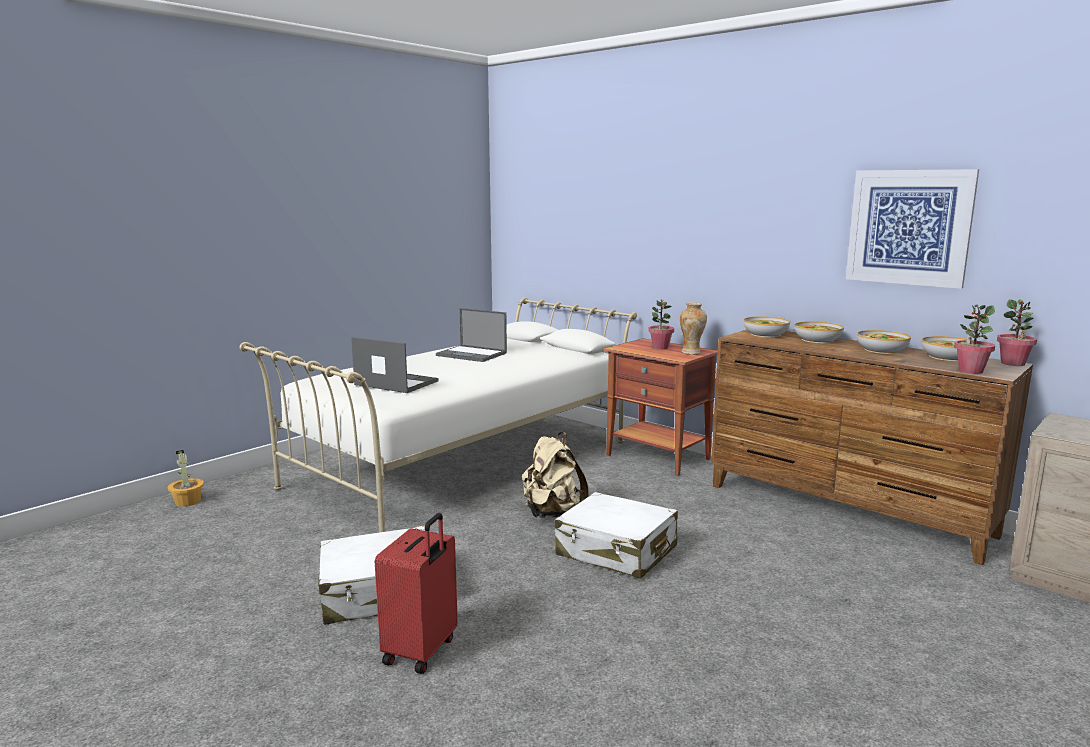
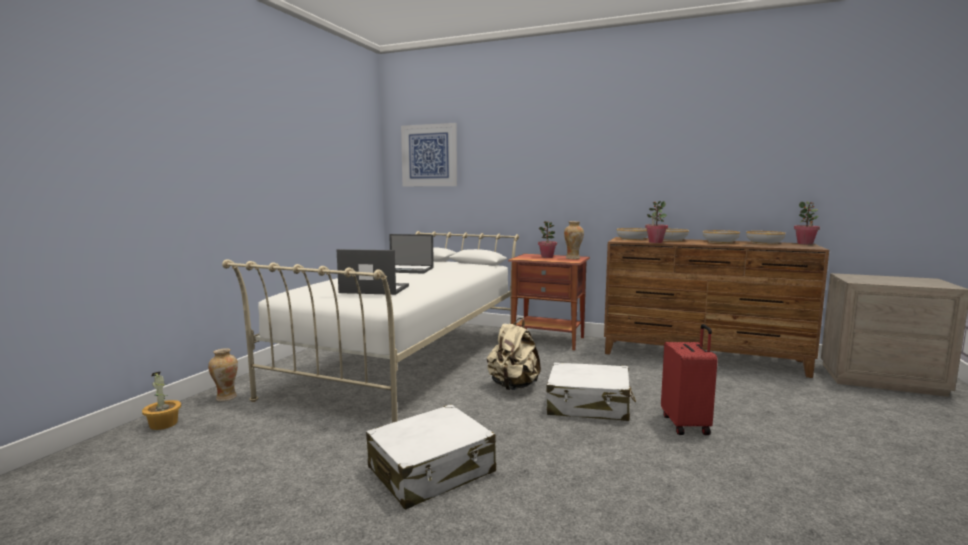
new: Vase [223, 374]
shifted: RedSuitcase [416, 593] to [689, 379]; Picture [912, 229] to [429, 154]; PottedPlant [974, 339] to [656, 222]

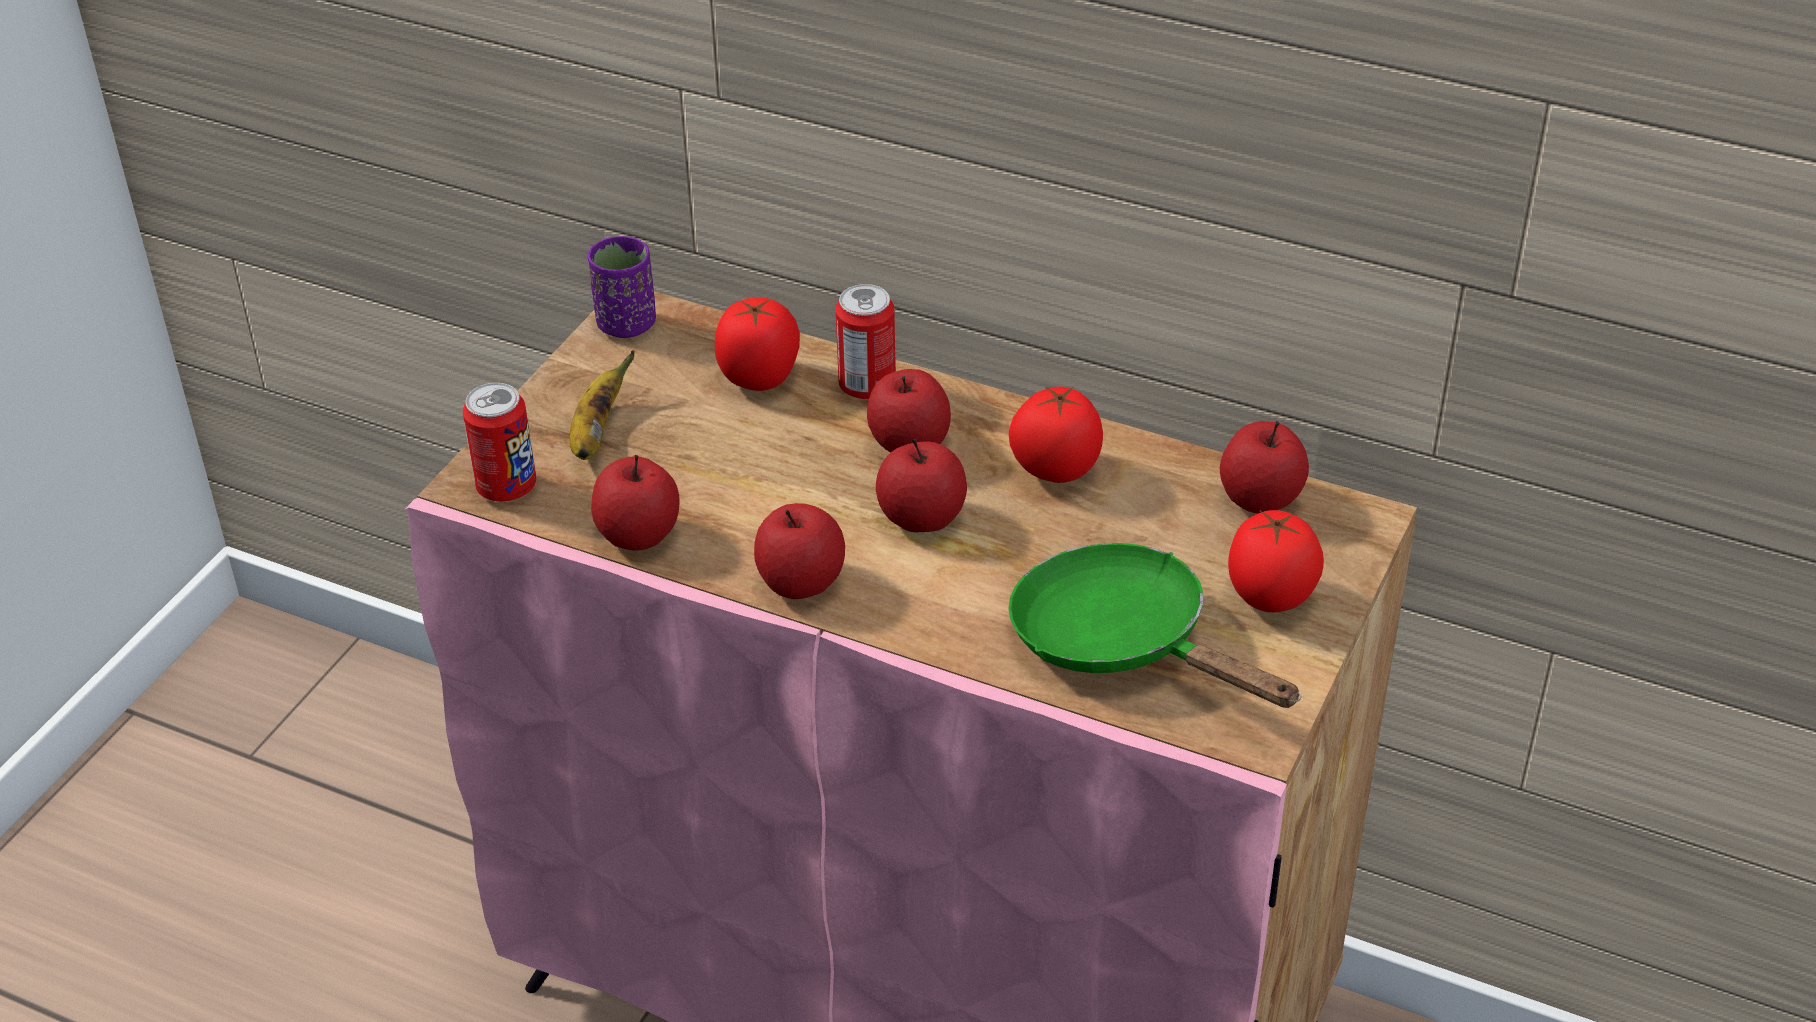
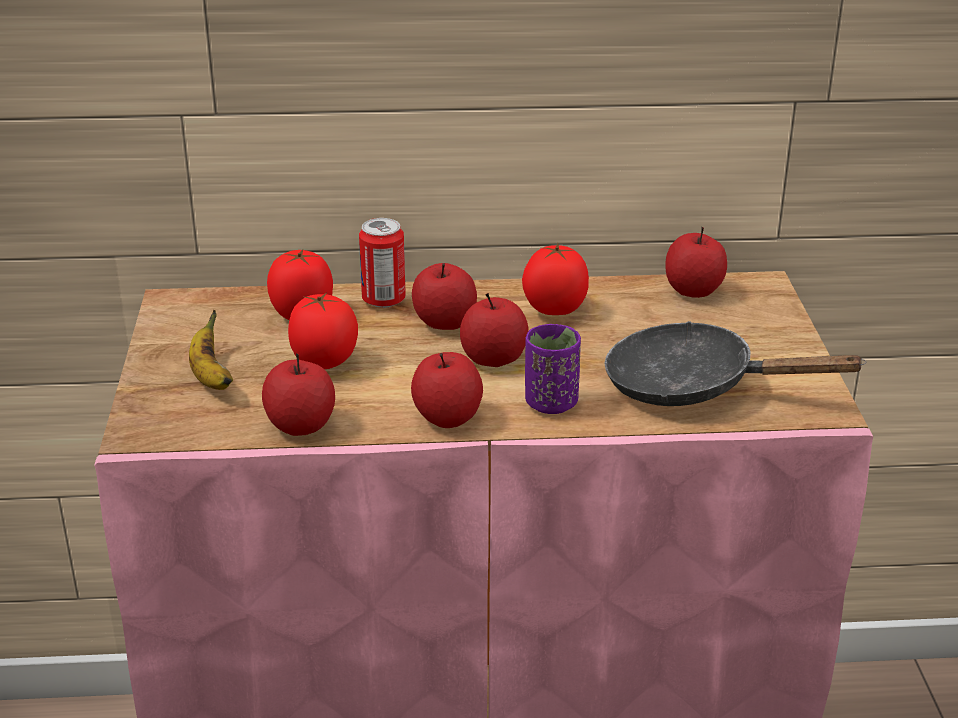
gone: Can [499, 442]
shifted: PurpleCup [622, 287] to [553, 369]; Tomato [1276, 561] to [323, 331]
repainted: GreenFryingPan [1154, 625] to BlackFryingPan [735, 363]

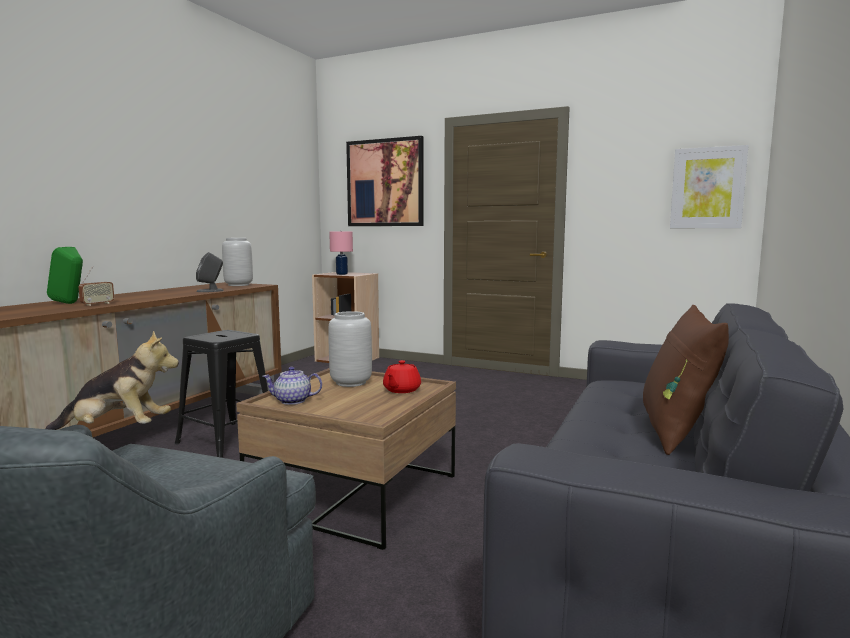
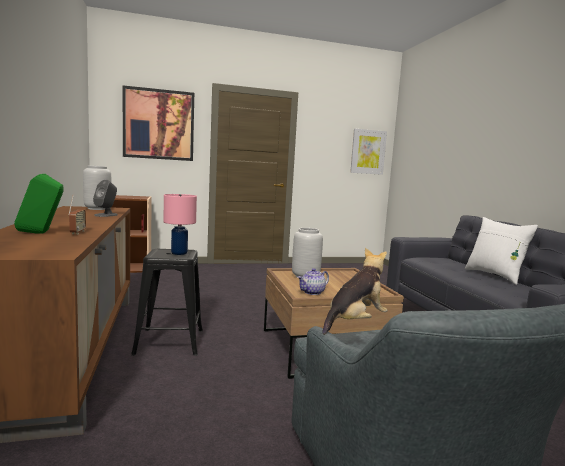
gone: RedTeapot [402, 376]
shifted: PinkTableLamp [341, 253] to [180, 224]
repainted: BrownPillow [686, 380] to WhitePillow [501, 251]

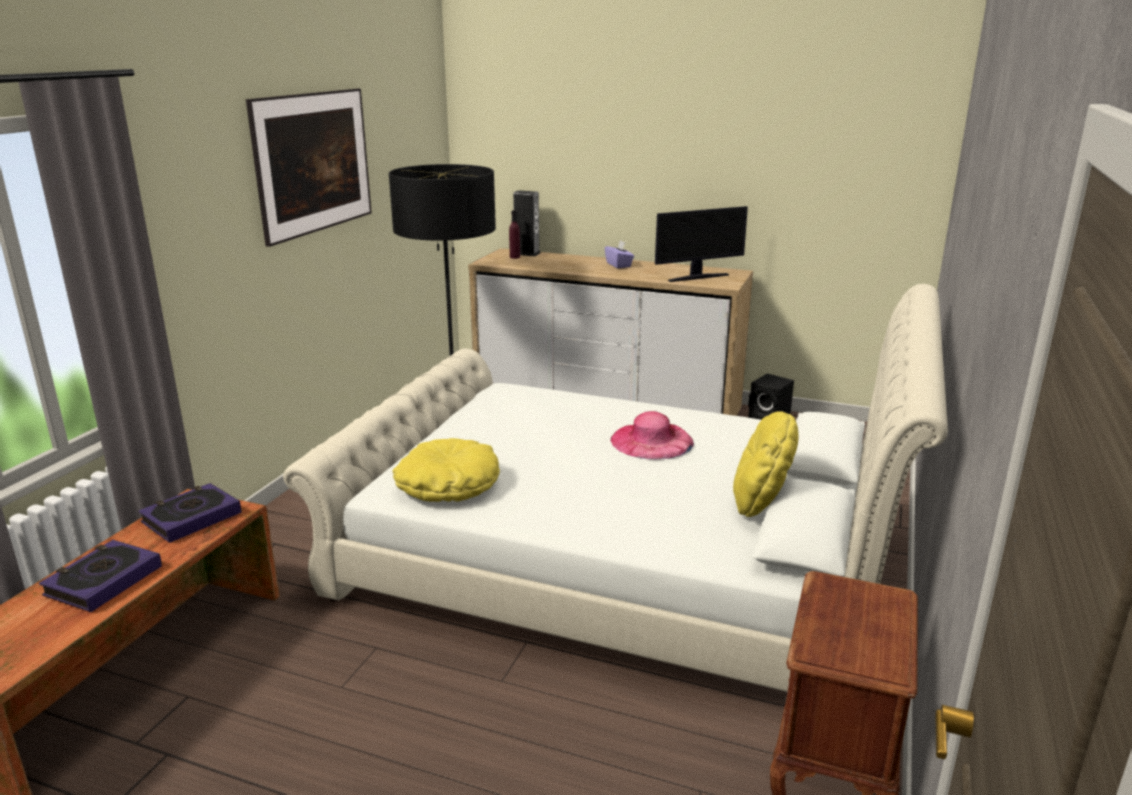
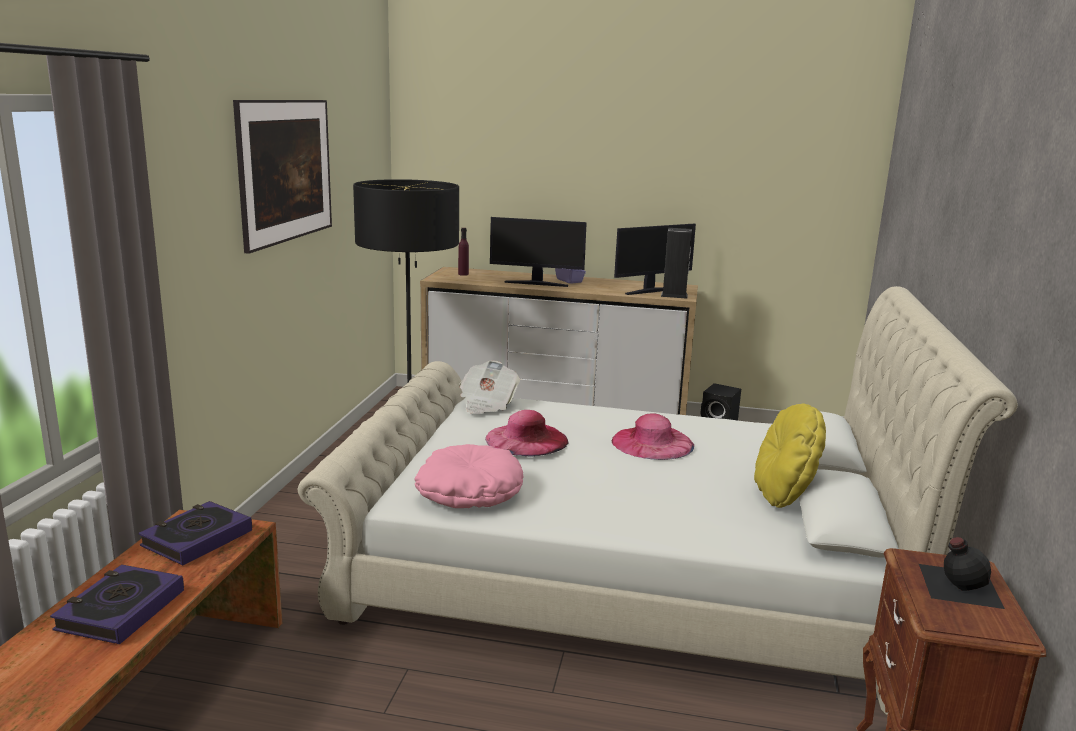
new: Newspaper [489, 387]; PinkHat [526, 433]; Monitor [538, 252]; BlackBottle [962, 573]
shifted: Speaker [527, 223] to [676, 263]
repainted: YellowPillow [446, 470] to PinkPillow [469, 476]

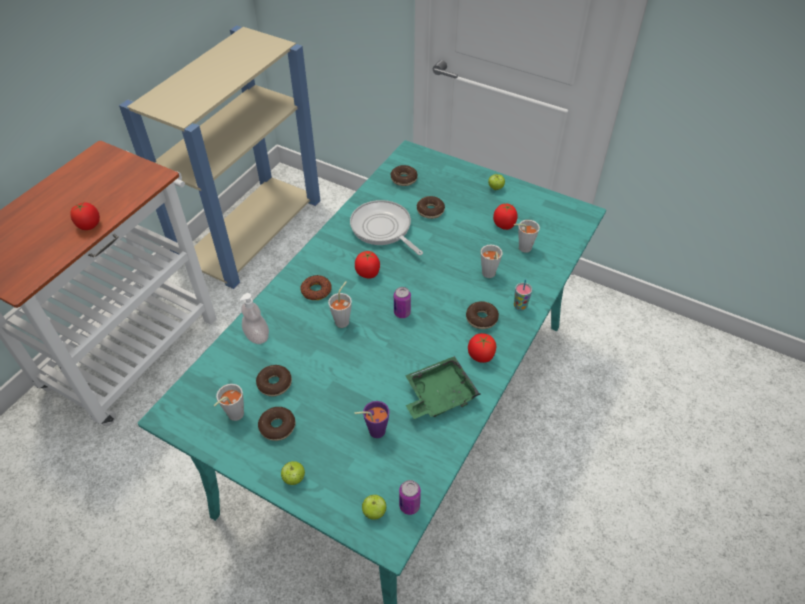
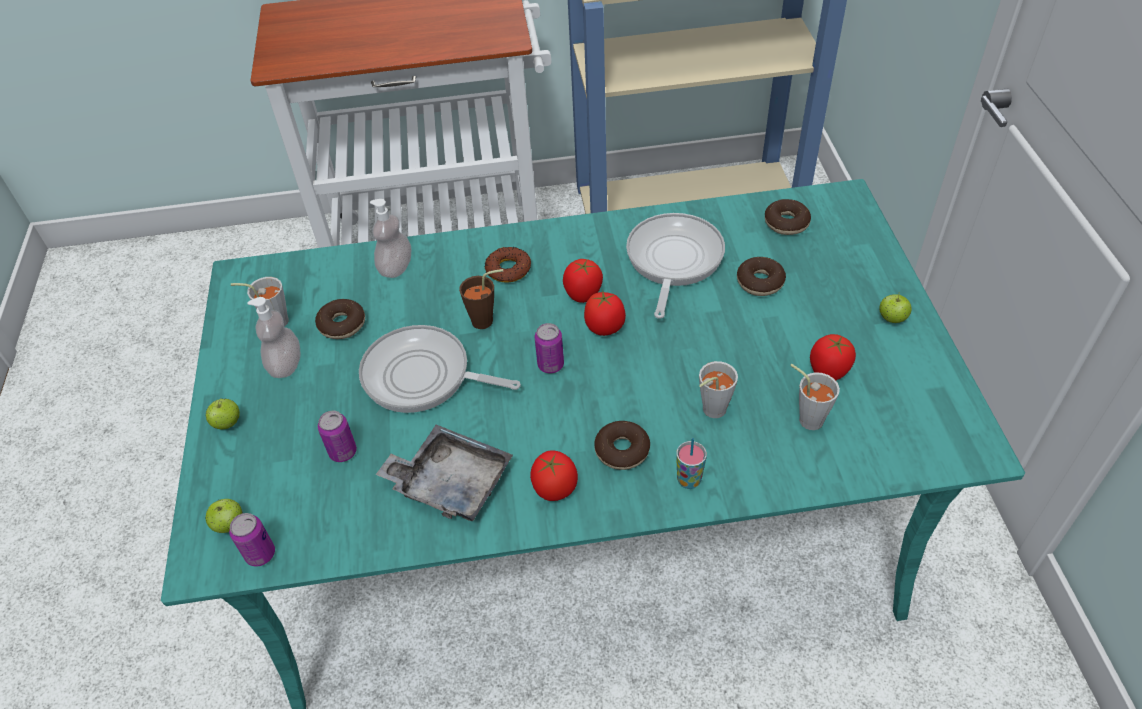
new: FryingPan [440, 369]
shifted: Tomato [85, 216] to [605, 313]
swapped: Donut [277, 424] to SoapDispenser [274, 337]; PurpleCup [372, 419] to Can [337, 436]
repainted: GreyCup [340, 305] to BrownCup [481, 299]; GreenTray [443, 387] to GreyTray [444, 473]

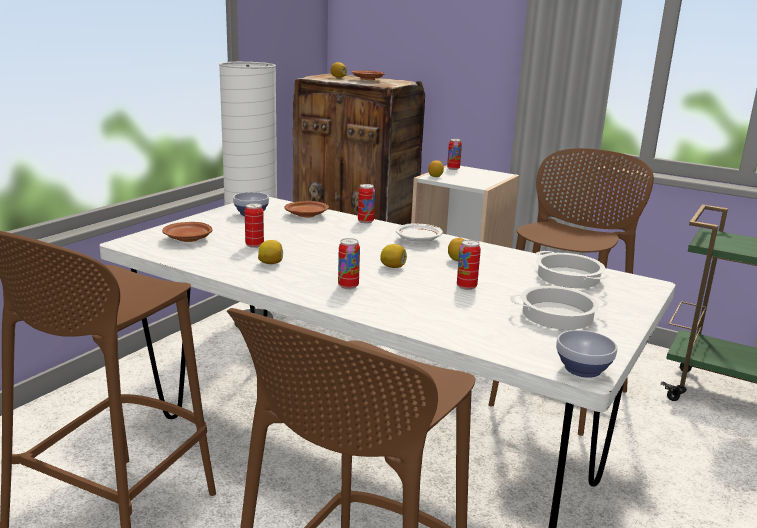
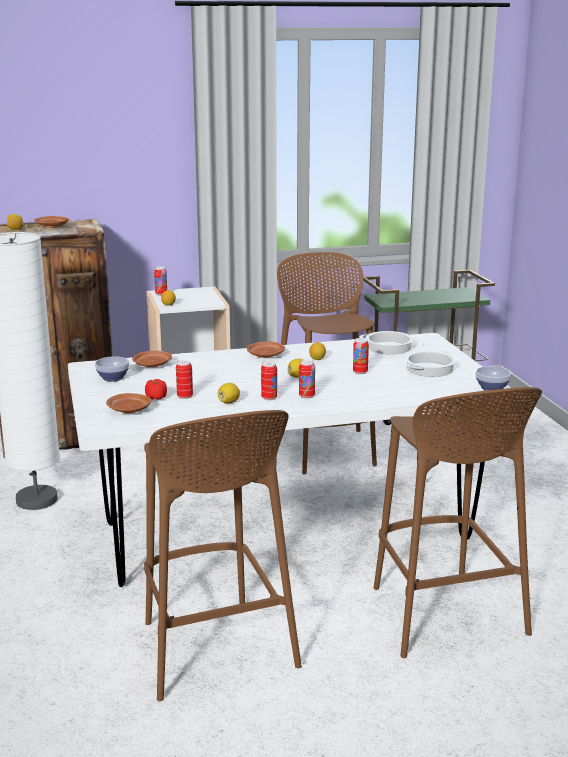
new: Tomato [156, 389]
shifted: Can [366, 204] to [269, 380]
repainted: WhitePlate [419, 233] to BrownPlate [266, 350]

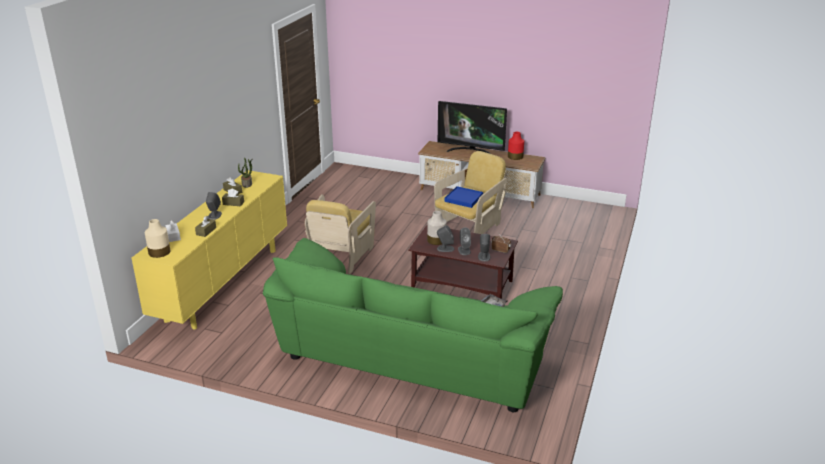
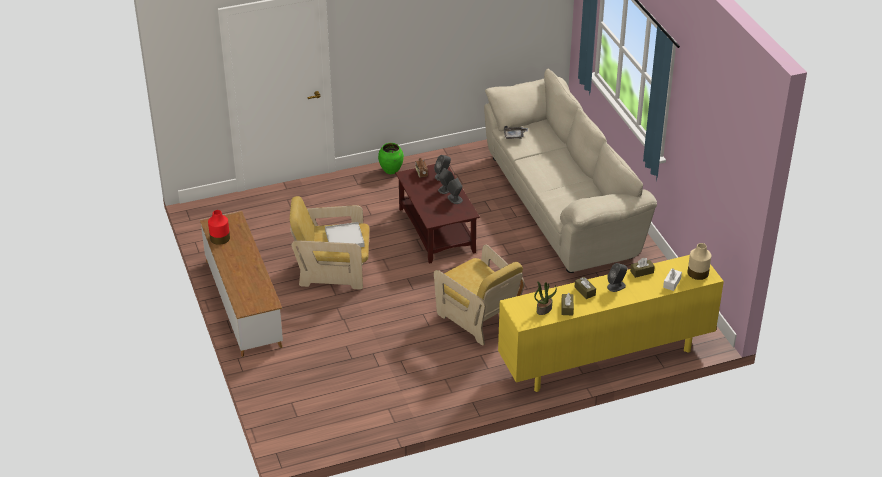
gone: BeigeVase [437, 228]; Television [472, 127]
new: GreenVase [391, 158]
repainted: GreenSofa [413, 325] to BeigeSofa [570, 170]; BlueTray [464, 197] to WhiteTray [345, 234]
rotated: YellowArmchair [340, 234] = [479, 295] 75 degrees clockwise

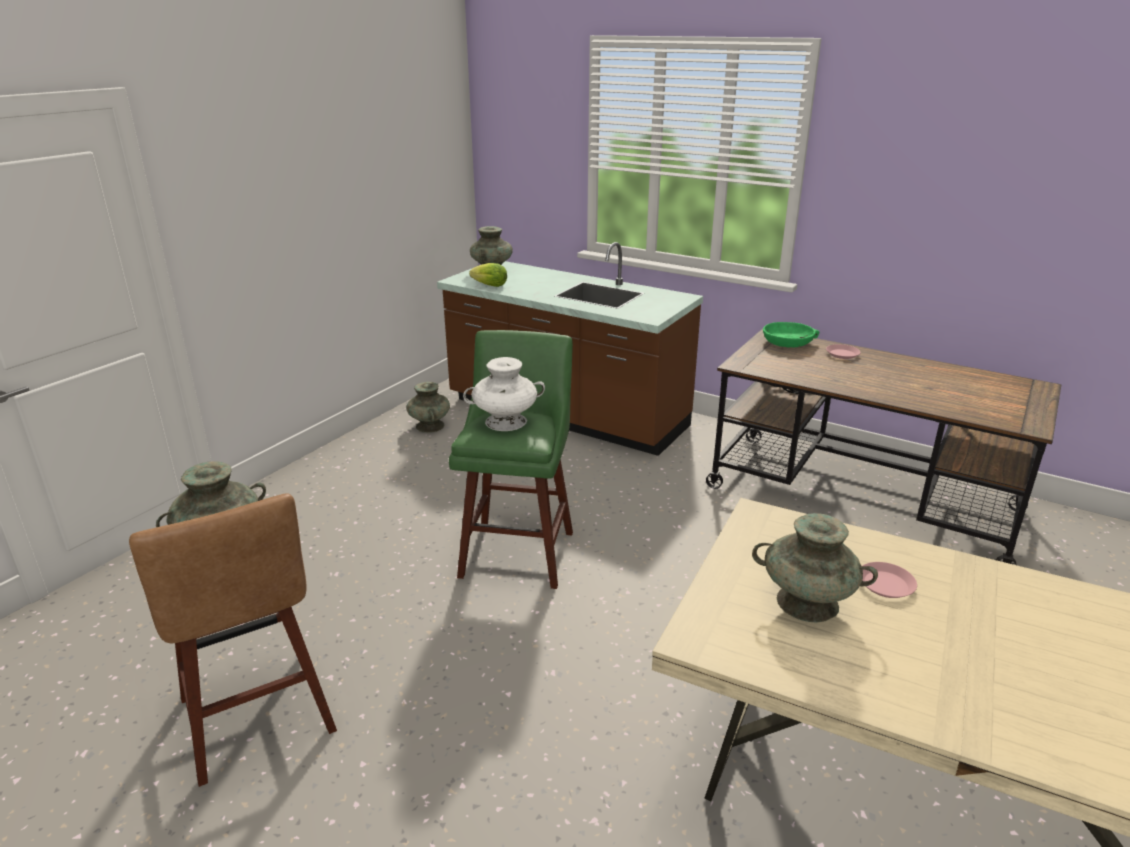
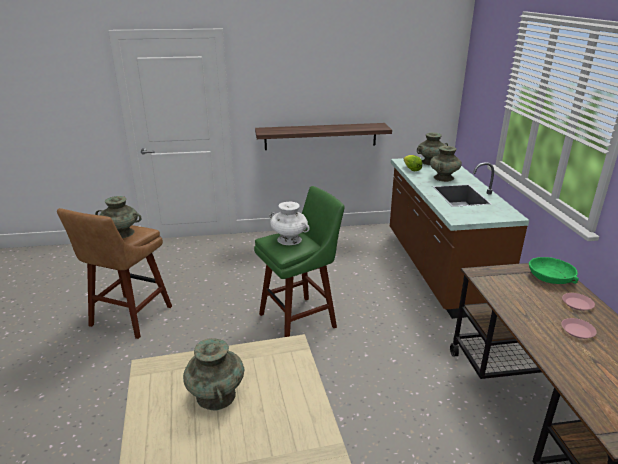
new: Shelf [323, 136]
shifted: TurquoiseVase [428, 407] to [446, 164]; PinkPlate [890, 580] to [579, 328]

